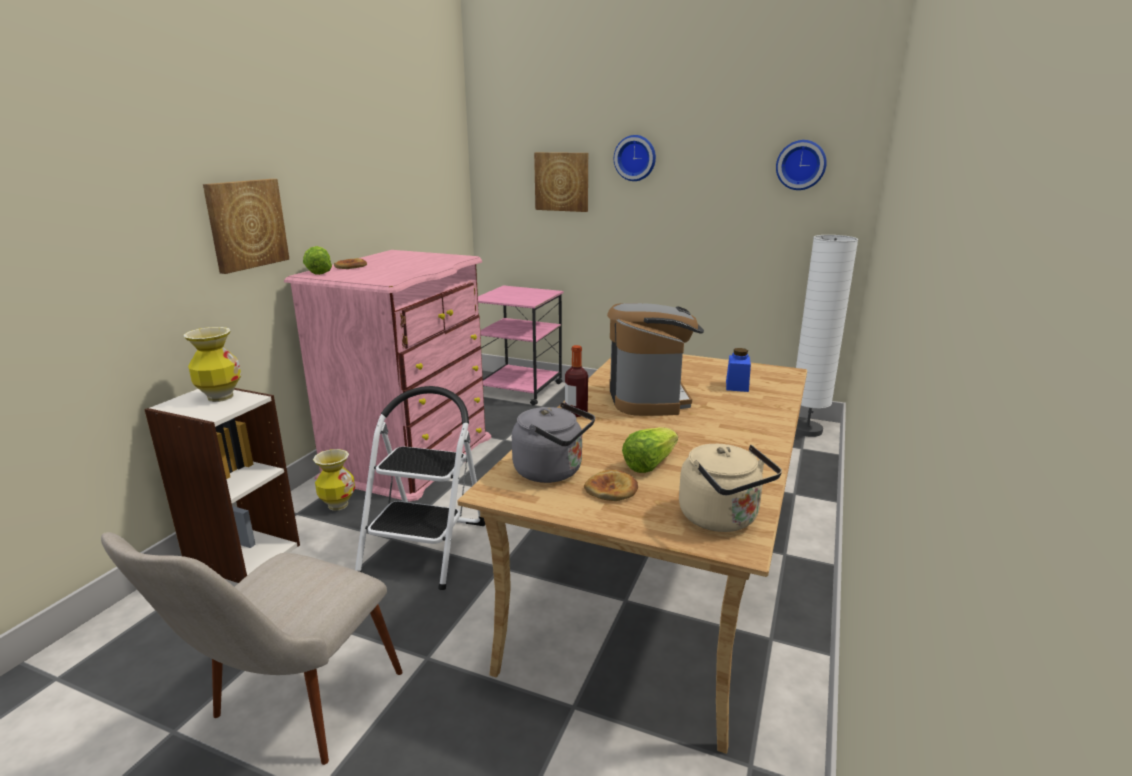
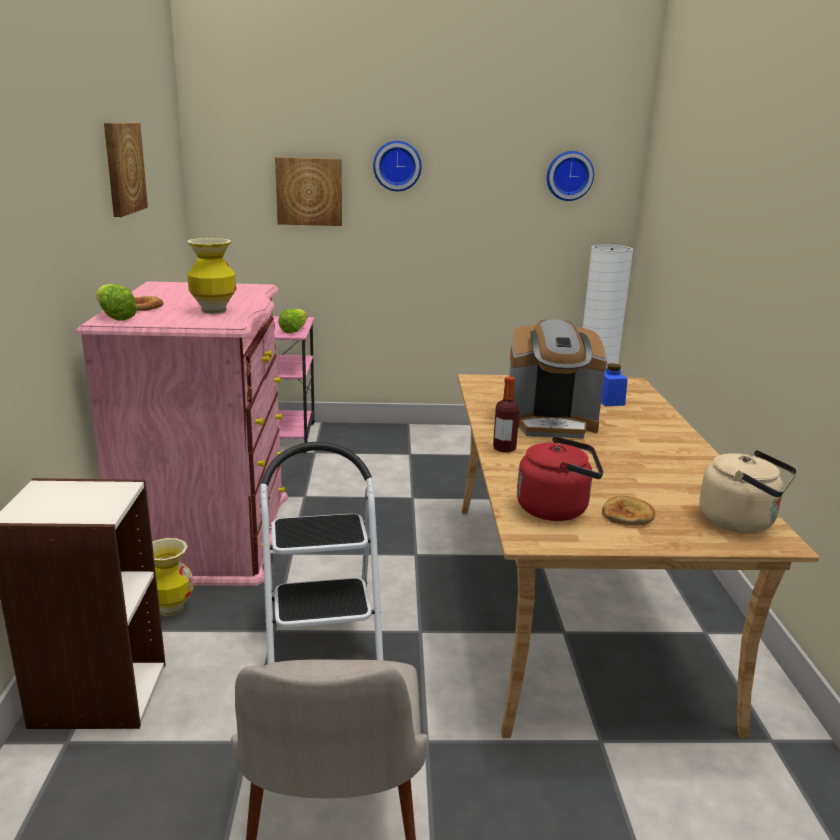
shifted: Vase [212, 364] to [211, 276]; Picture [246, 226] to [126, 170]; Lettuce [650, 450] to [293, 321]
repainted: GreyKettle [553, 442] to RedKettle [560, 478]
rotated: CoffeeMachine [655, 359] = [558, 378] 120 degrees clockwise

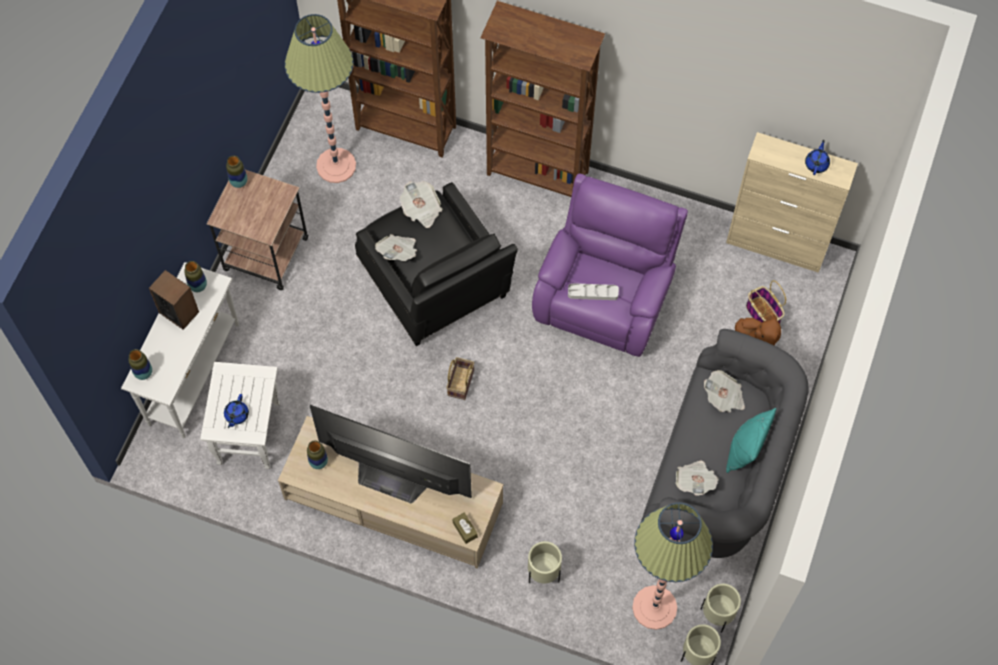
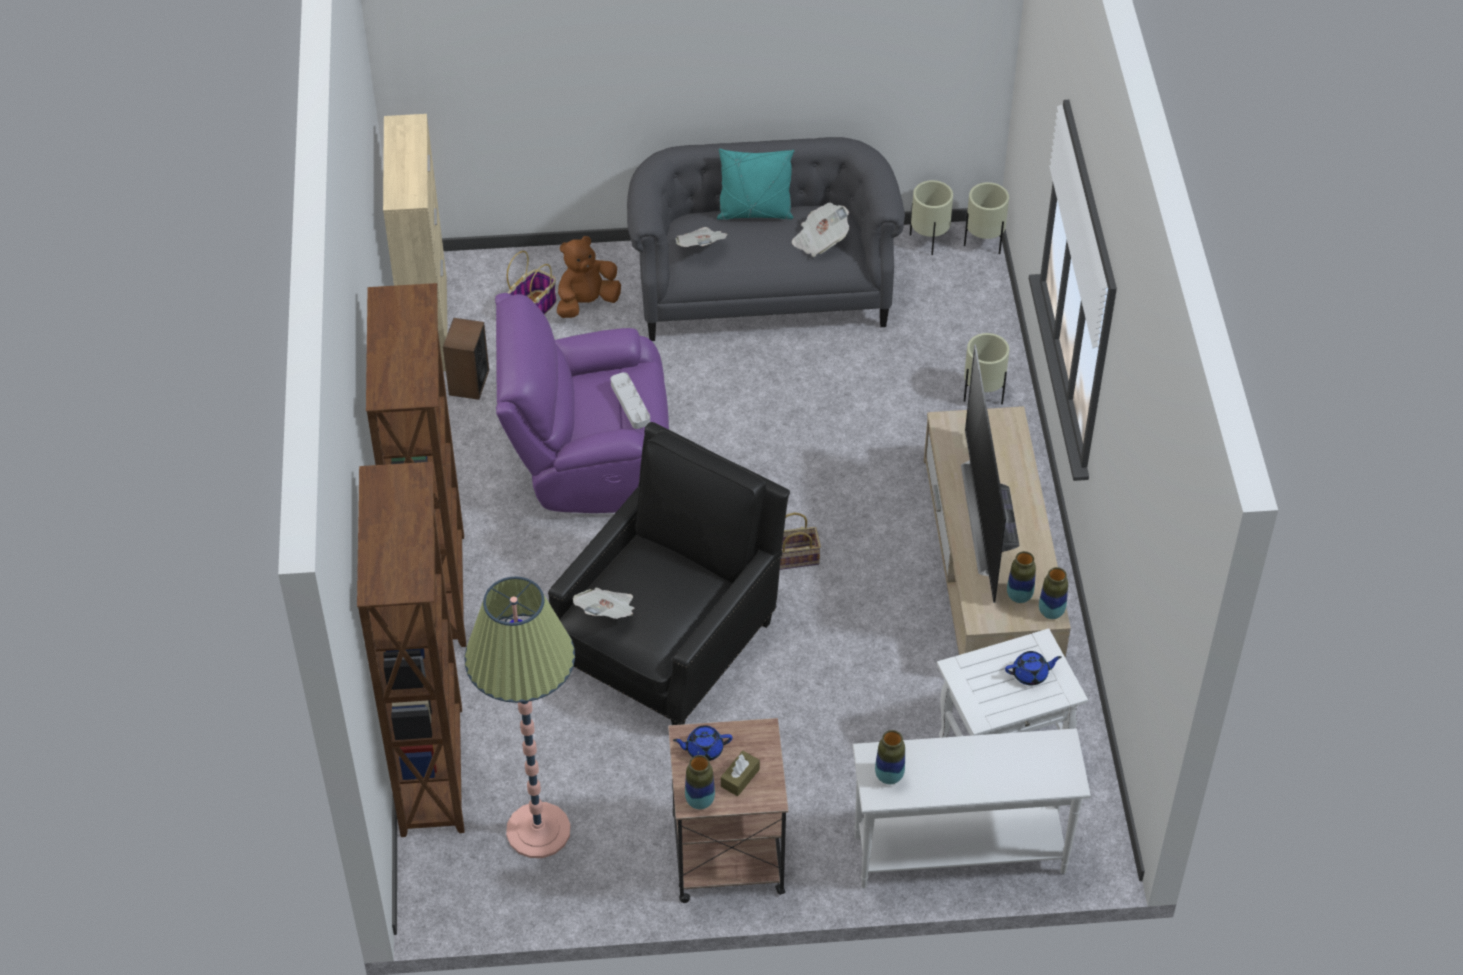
gone: Newspaper [396, 247]; FloorLamp [672, 566]
shifted: Vase [140, 364] to [1053, 593]; Speaker [174, 300] to [466, 359]; BrownTissueBox [465, 528] to [740, 773]; BlueTeapot [817, 157] to [703, 743]

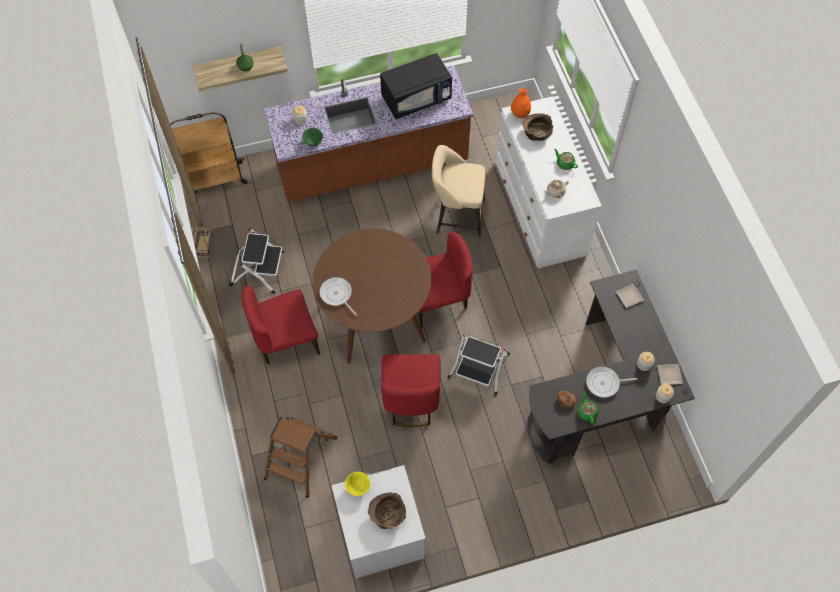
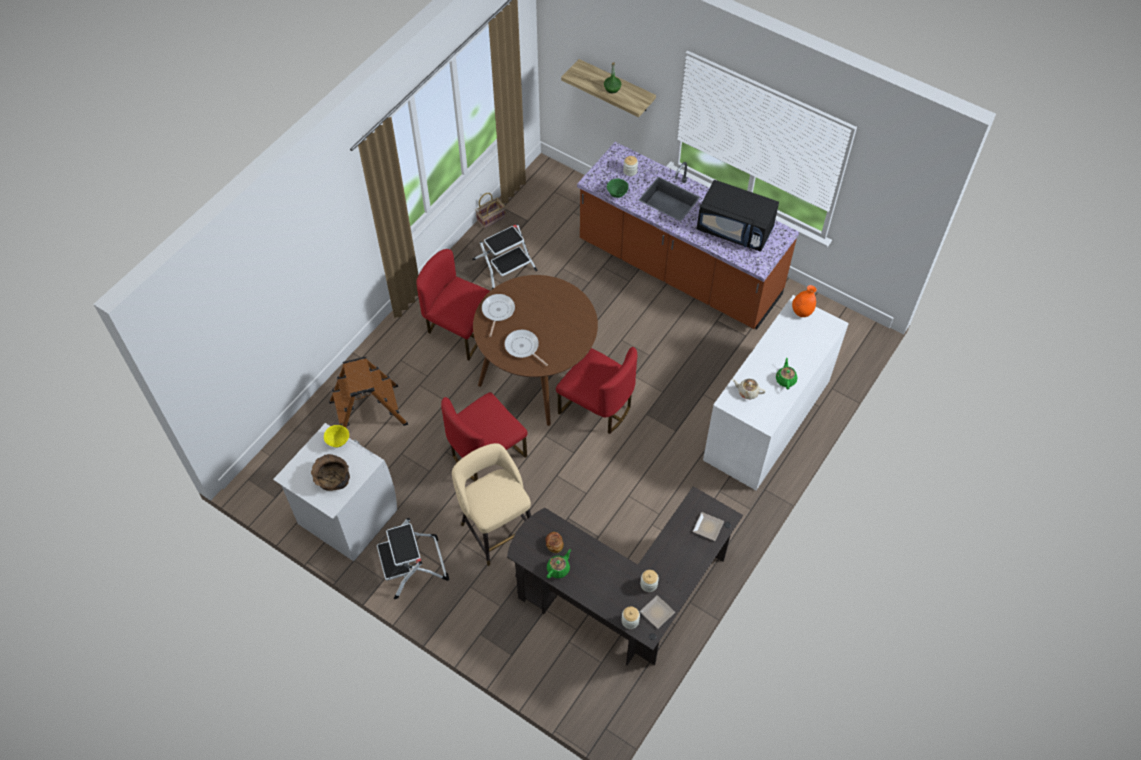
gone: BrownCart [208, 152]; BrownBowl [537, 127]
shifted: BeigeStool [458, 191] to [491, 504]; StepLadder [478, 365] to [413, 559]; FryingPan [612, 382] to [526, 348]

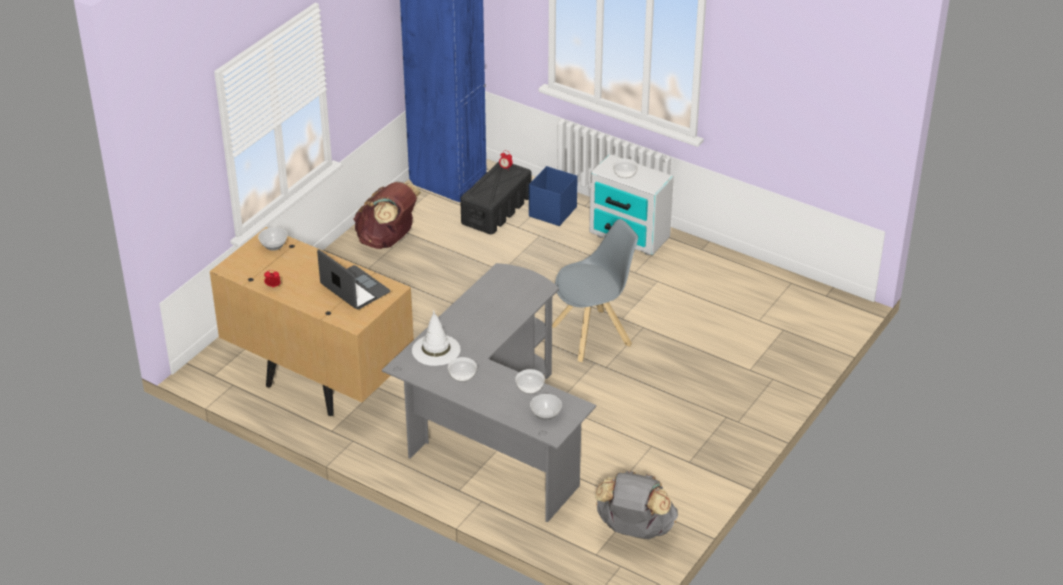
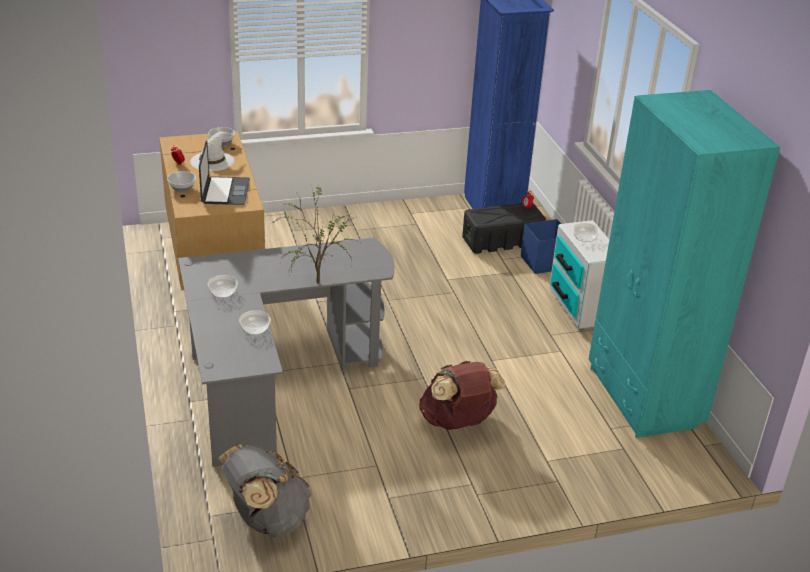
gone: GreyChair [595, 290]
new: PottedPlant [316, 234]; TurquoiseWardrobe [684, 264]
shifted: BrownBackpack [387, 215] to [462, 395]; WhiteHat [436, 338] to [212, 151]; Bowl [546, 407] to [181, 181]

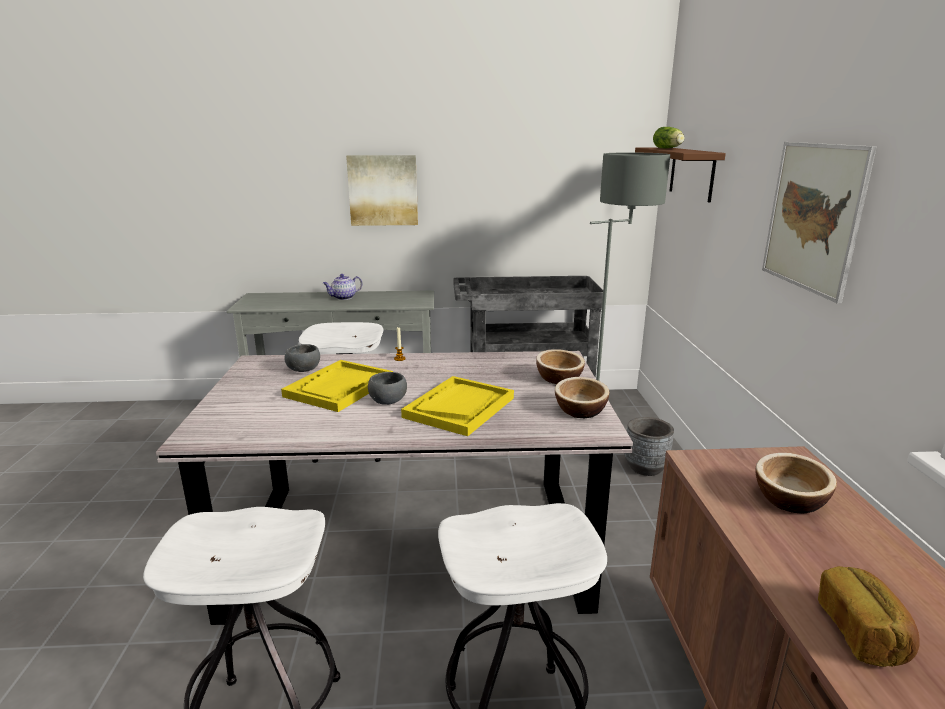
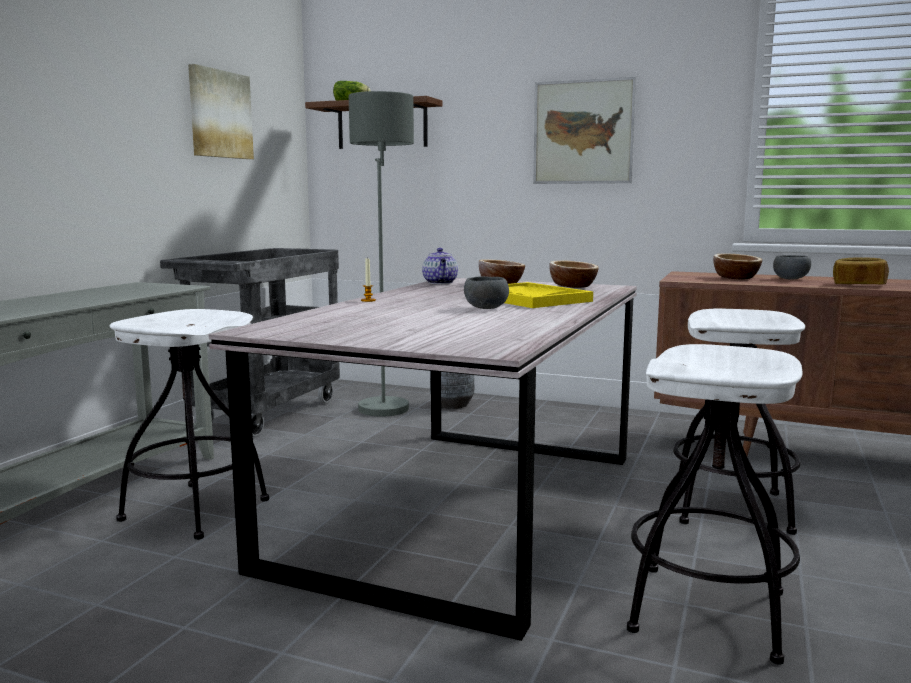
gone: YellowTray [337, 386]
shifted: GreyBowl [302, 358] to [792, 267]; Teapot [343, 287] to [440, 266]; Picture [382, 190] to [221, 111]

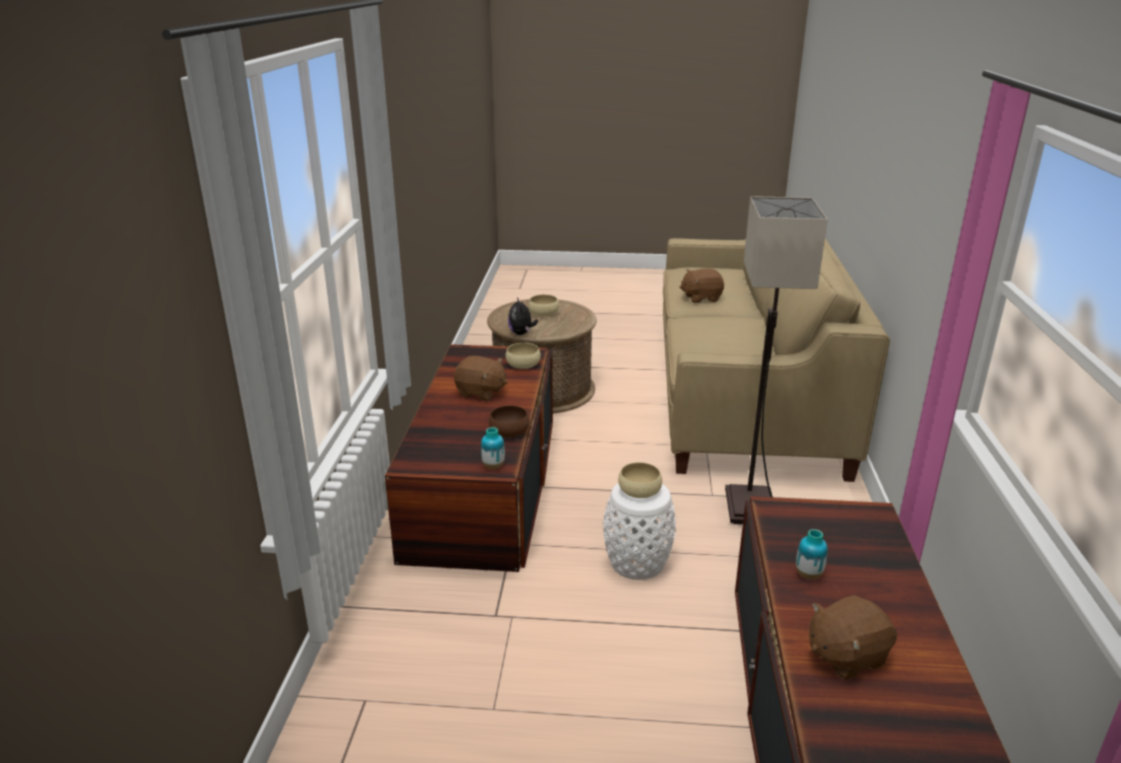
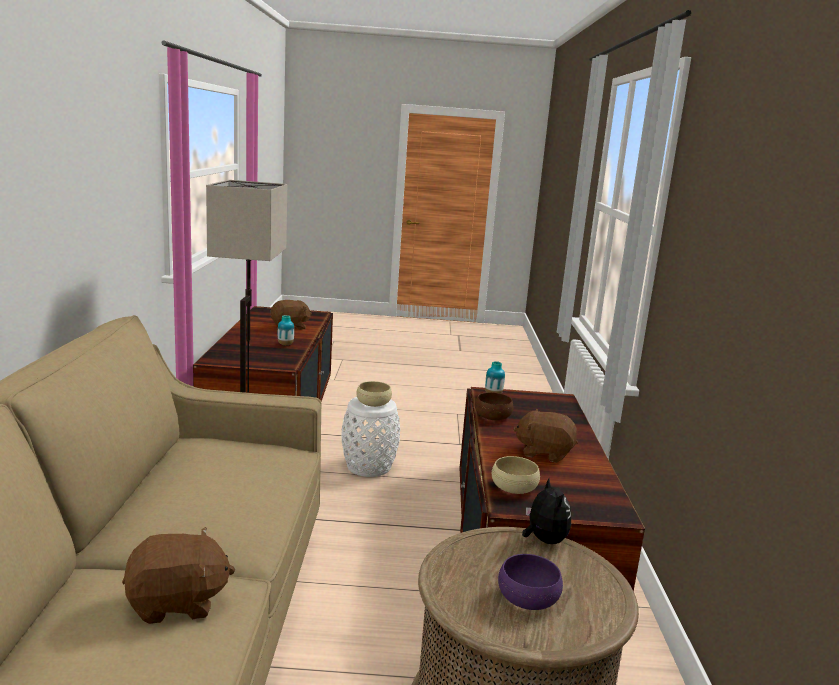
repainted: BeigeBowl [543, 305] to PurpleBowl [530, 582]

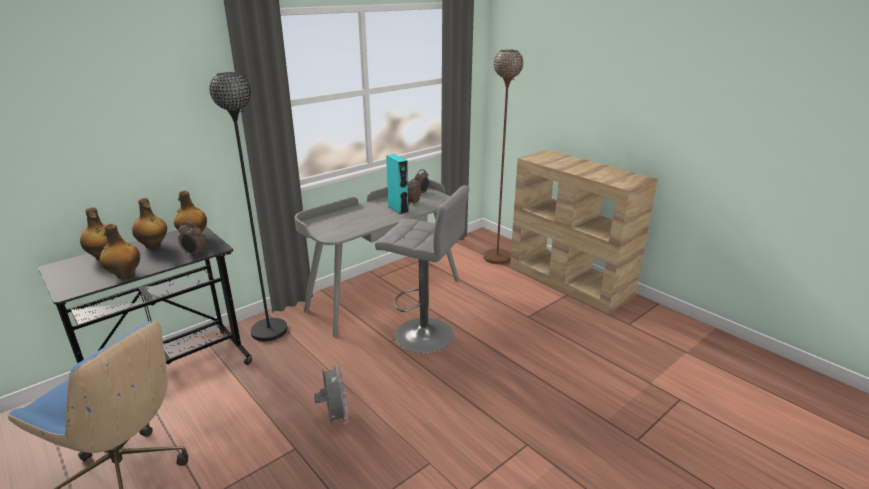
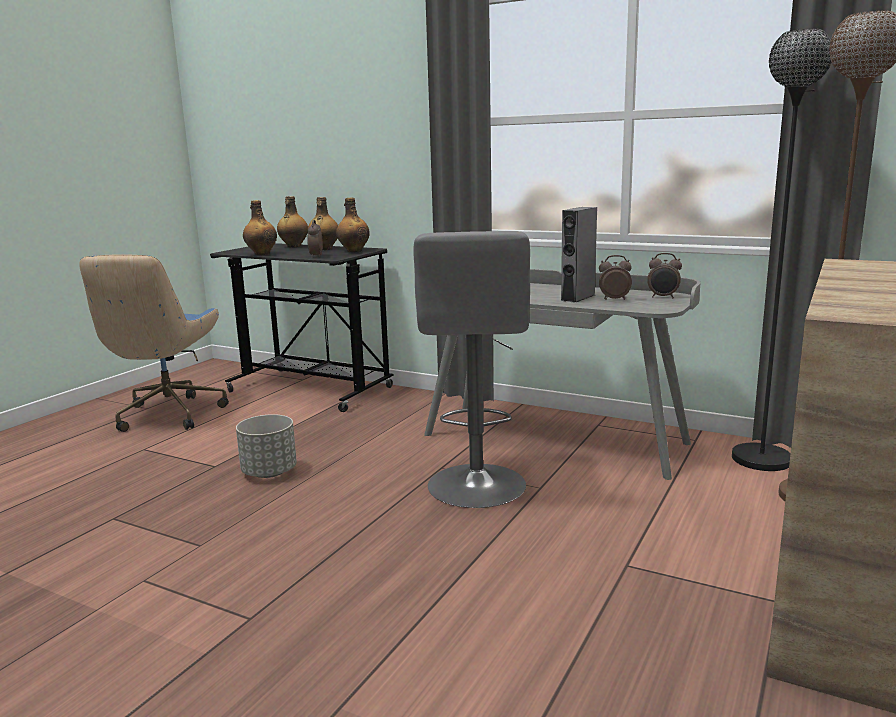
shifted: BlackFloorLamp [248, 206] to [782, 250]
swapped: GreyFan [331, 393] to GreyPlanter [266, 446]
repainted: TurquoiseSpeaker [397, 184] to GreySpeaker [579, 255]

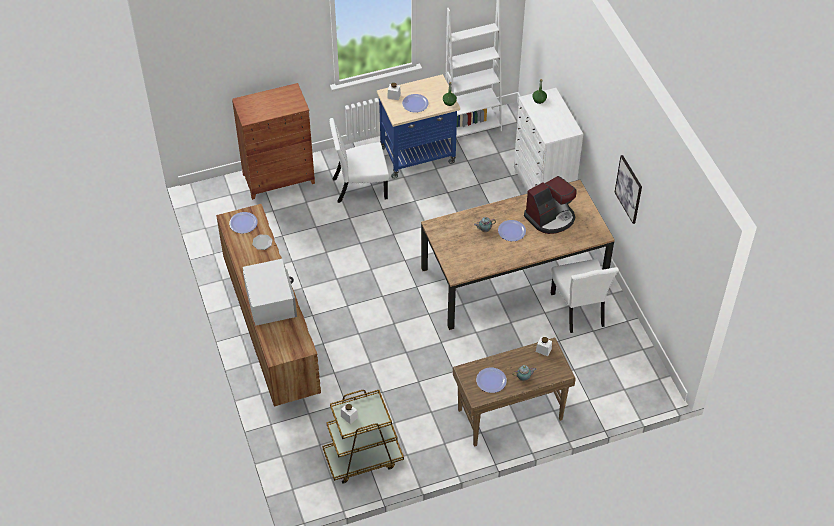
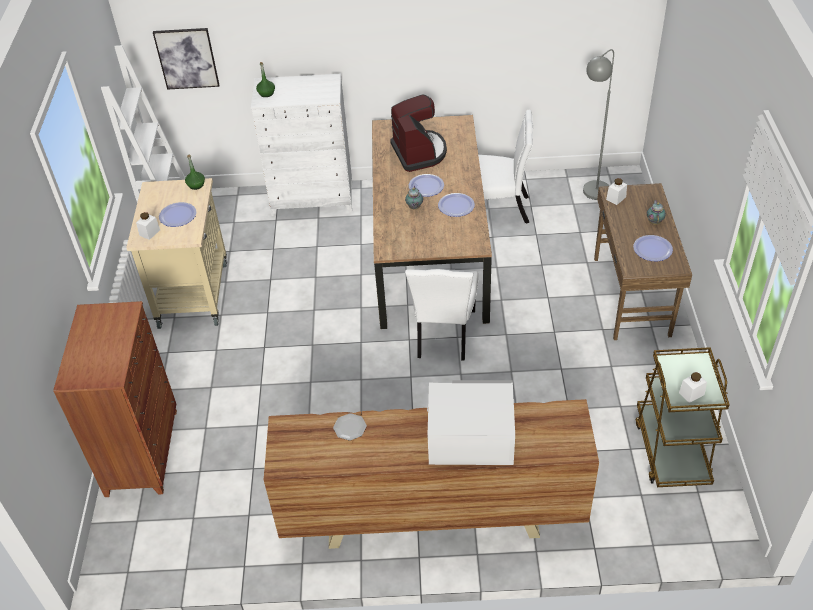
new: GreyFloorLamp [598, 124]
shifted: Plate [243, 223] to [456, 205]; WhiteChair [359, 160] to [441, 314]; Picture [628, 189] to [186, 59]
repainted: BlueCart [418, 126] to BeigeCart [176, 253]

